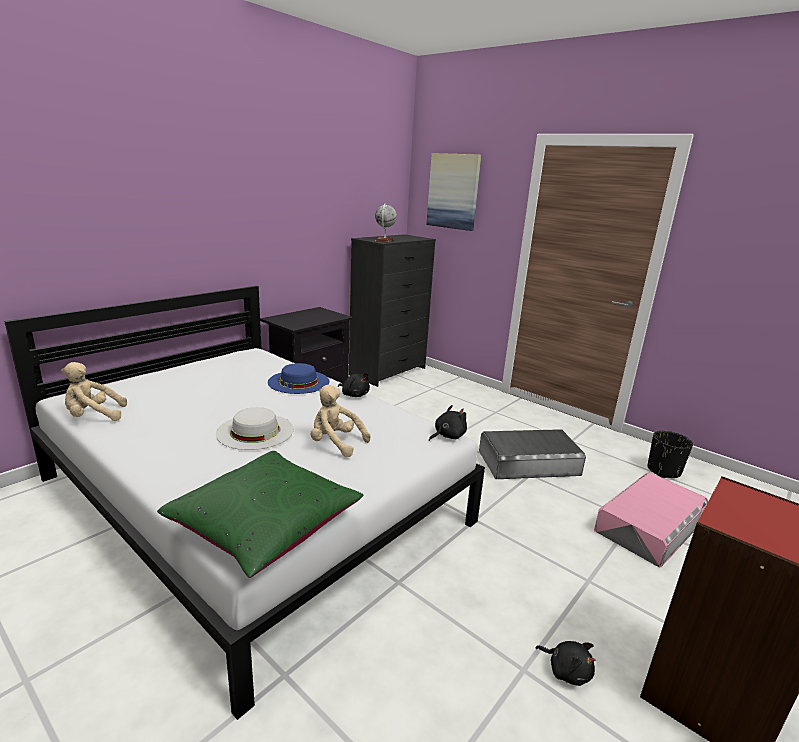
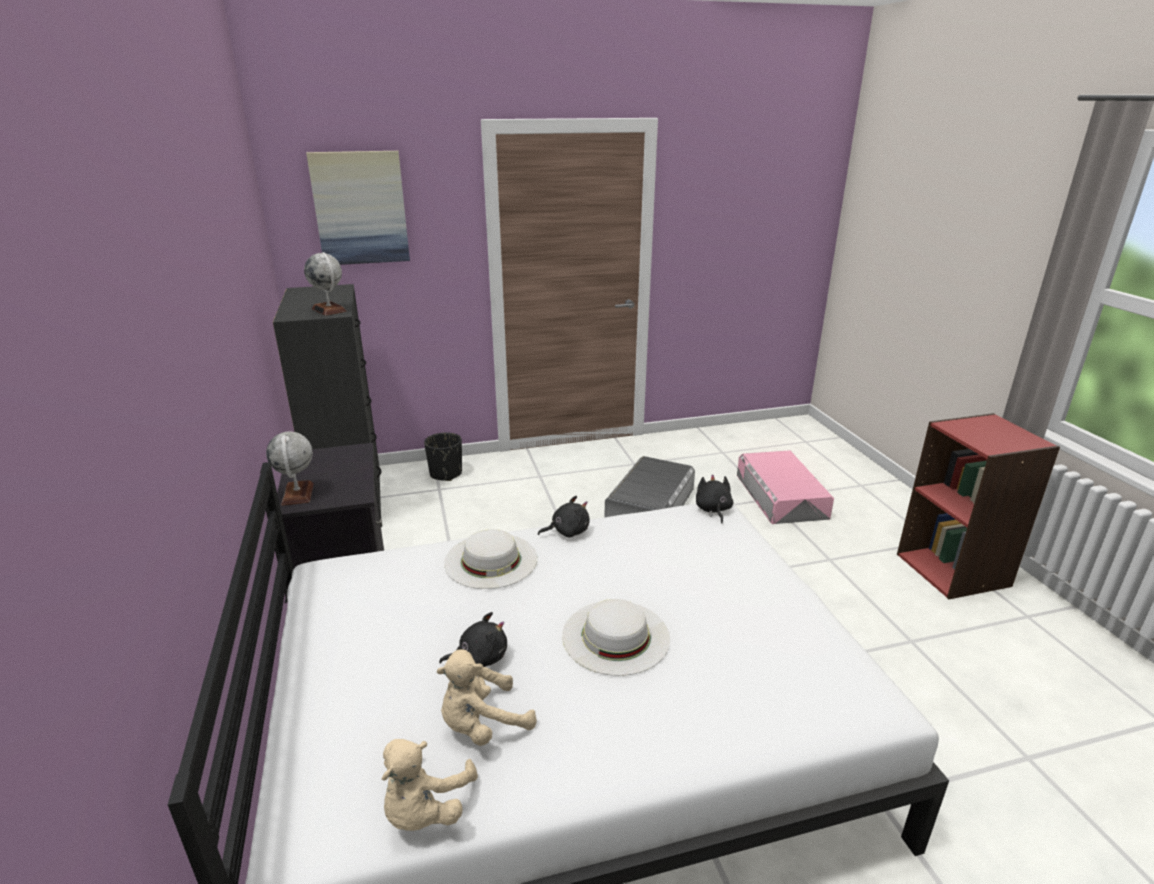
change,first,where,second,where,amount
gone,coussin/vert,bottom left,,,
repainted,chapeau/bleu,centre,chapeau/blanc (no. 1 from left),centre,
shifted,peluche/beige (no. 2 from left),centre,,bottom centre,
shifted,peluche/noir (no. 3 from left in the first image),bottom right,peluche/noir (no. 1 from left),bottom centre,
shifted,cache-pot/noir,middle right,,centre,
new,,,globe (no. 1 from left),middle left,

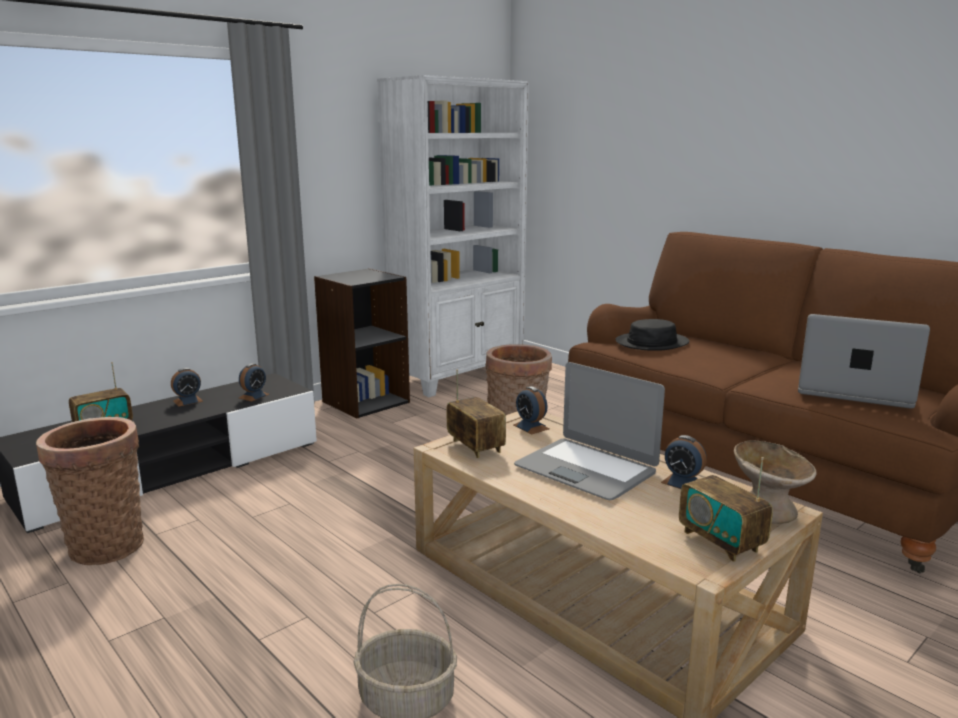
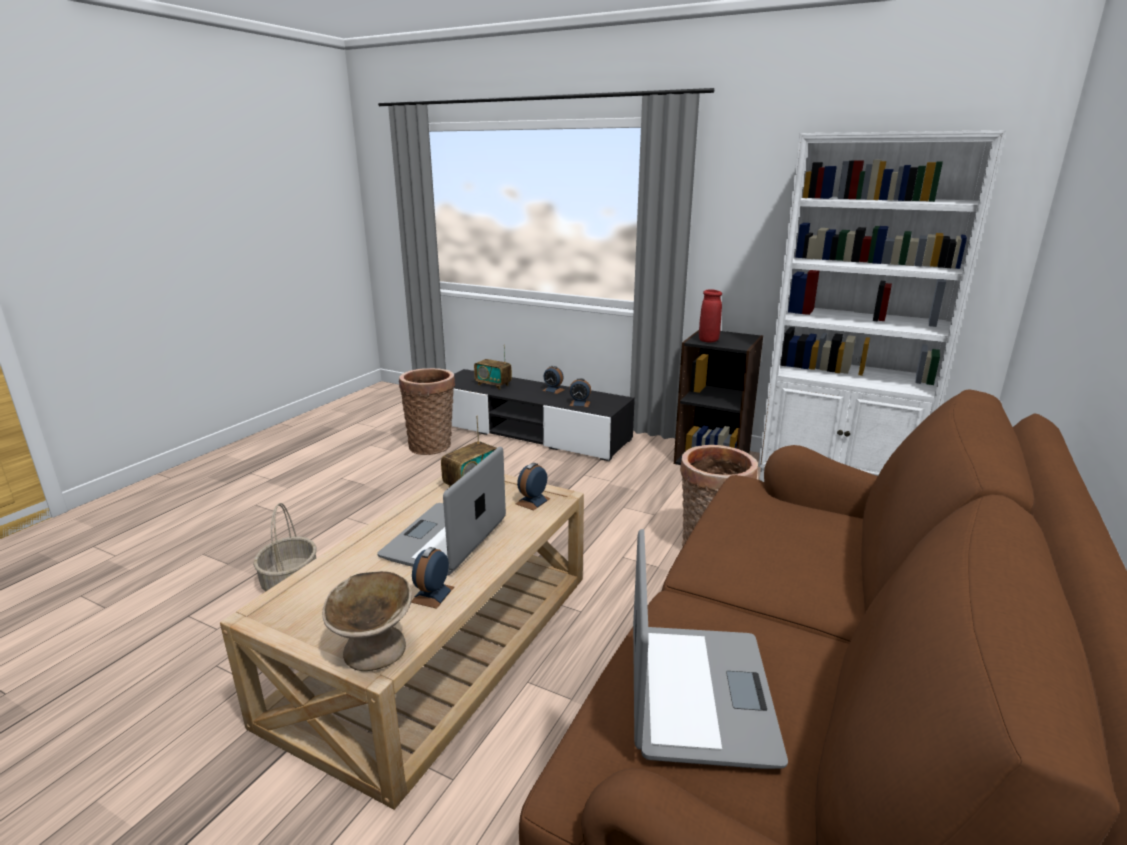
change,first,where,second,where,amount
gone,chapeau/noir,middle right,,,
gone,radio (no. 3 from left),bottom right,,,
new,,,vase/rouge,centre,

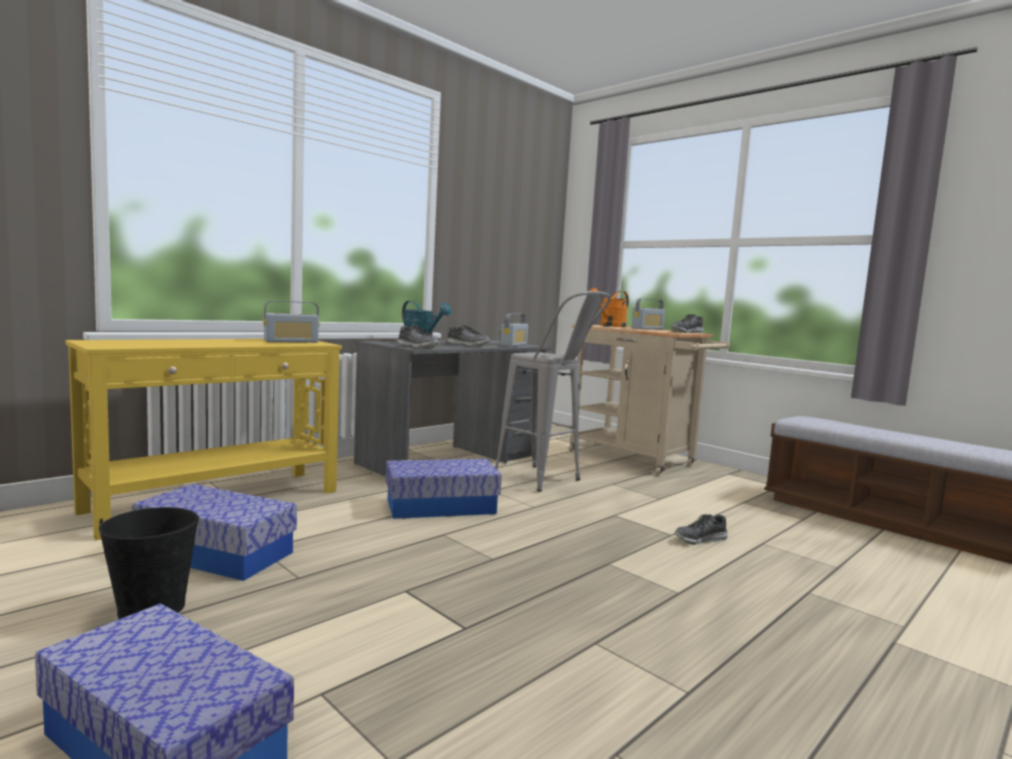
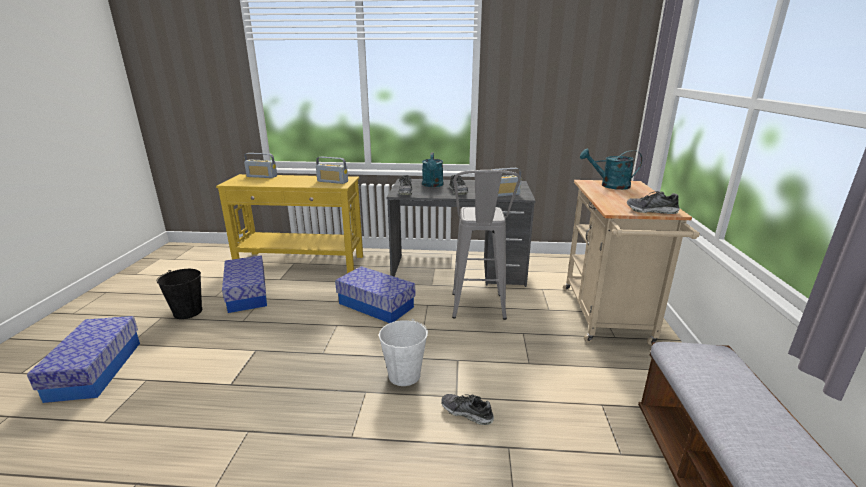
change,first,where,second,where,amount
repainted,arrosoir/orange,centre,arrosoir/turquoise (no. 2 from left),middle right,
shifted,radio (no. 3 from left in the first image),centre,radio (no. 1 from left),middle left,
new,,,seau/blanc,bottom centre,

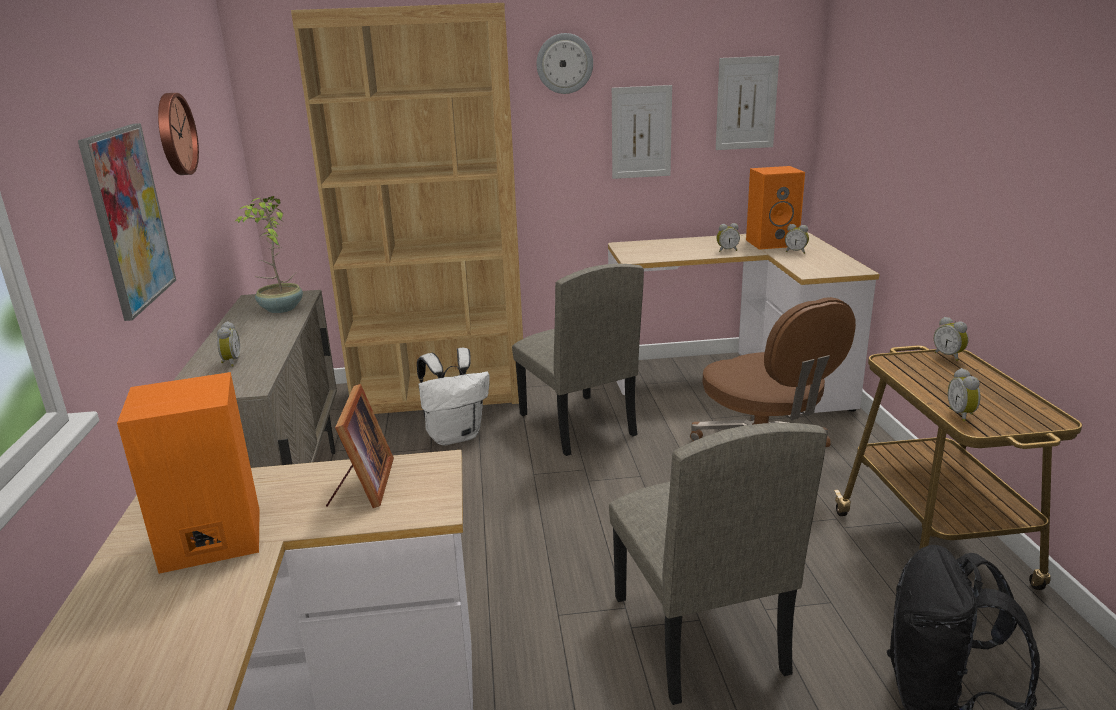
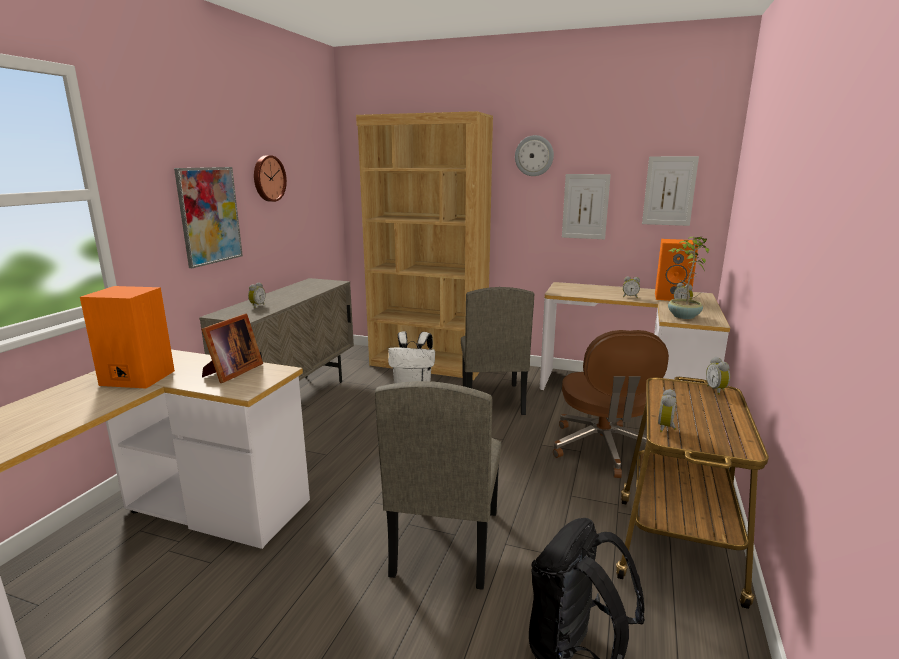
change,first,where,second,where,amount
shifted,plante en pot,middle left,,middle right,

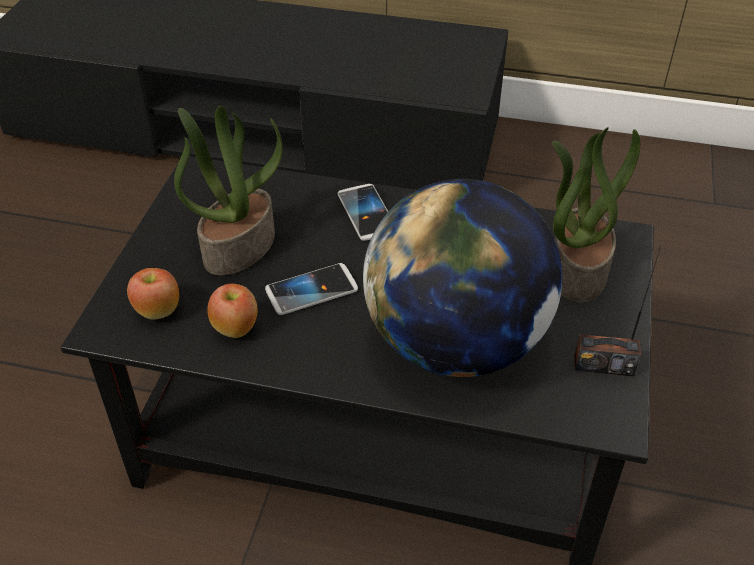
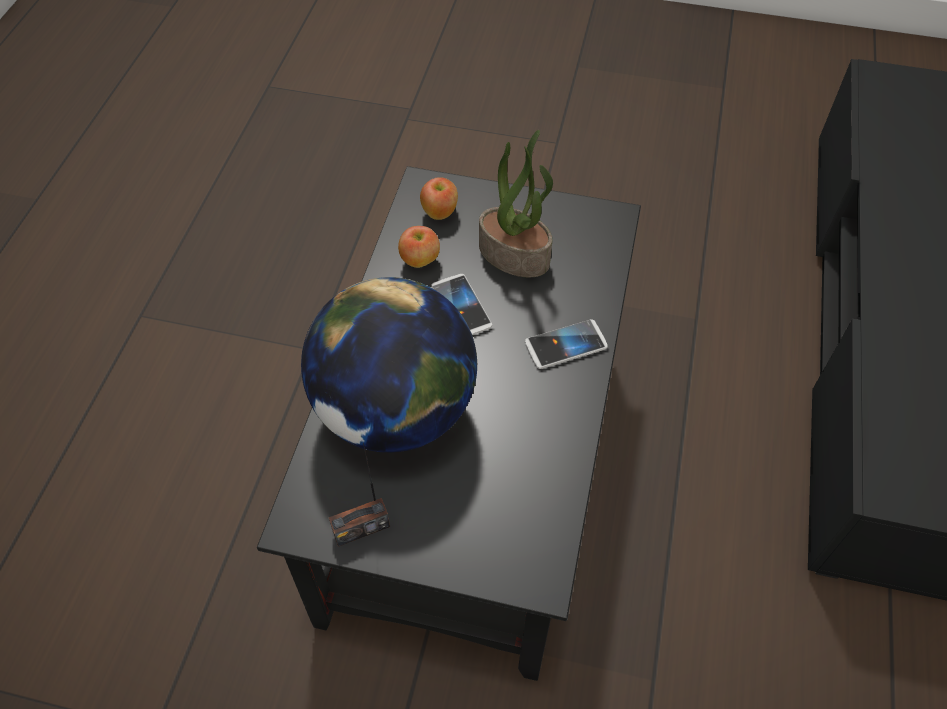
change,first,where,second,where,amount
gone,plante en pot (no. 2 from left),middle right,,,
rotated,radio,middle right,,bottom centre,120 degrees counterclockwise

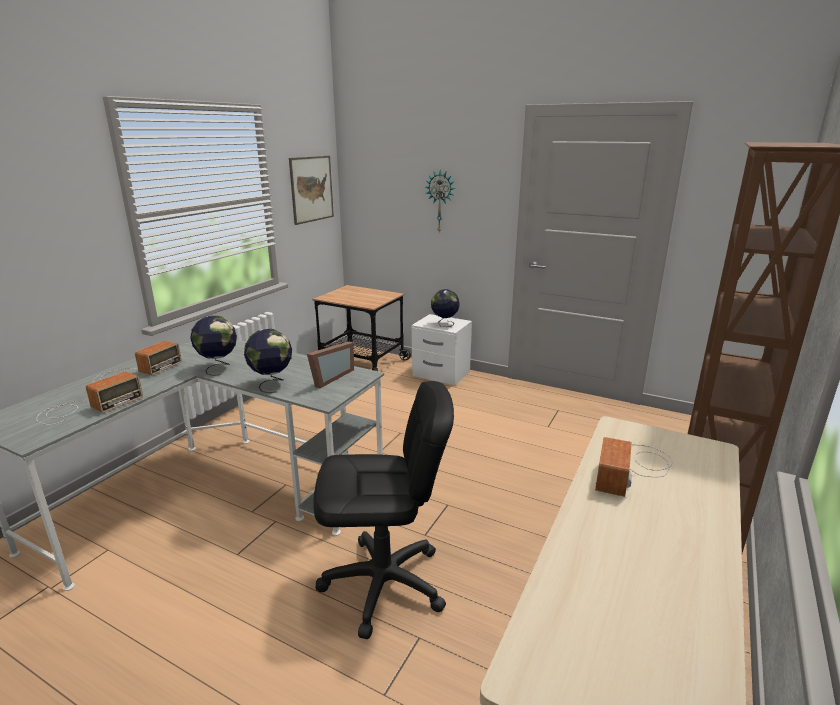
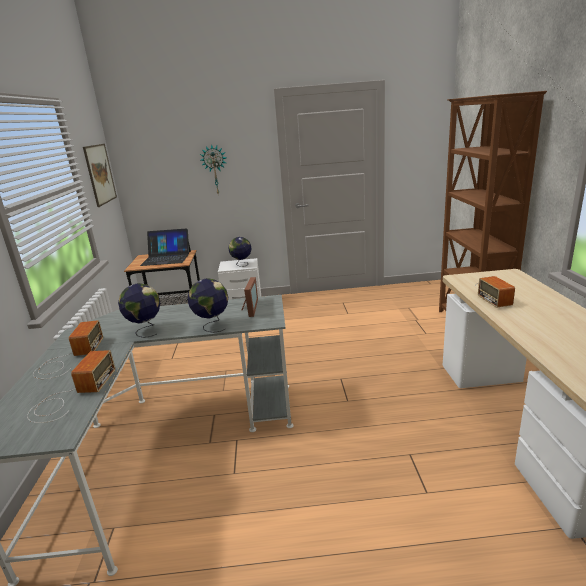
change,first,where,second,where,amount
gone,chaise de bureau/noir,bottom centre,,,
new,,,ordinateur portable,middle left,

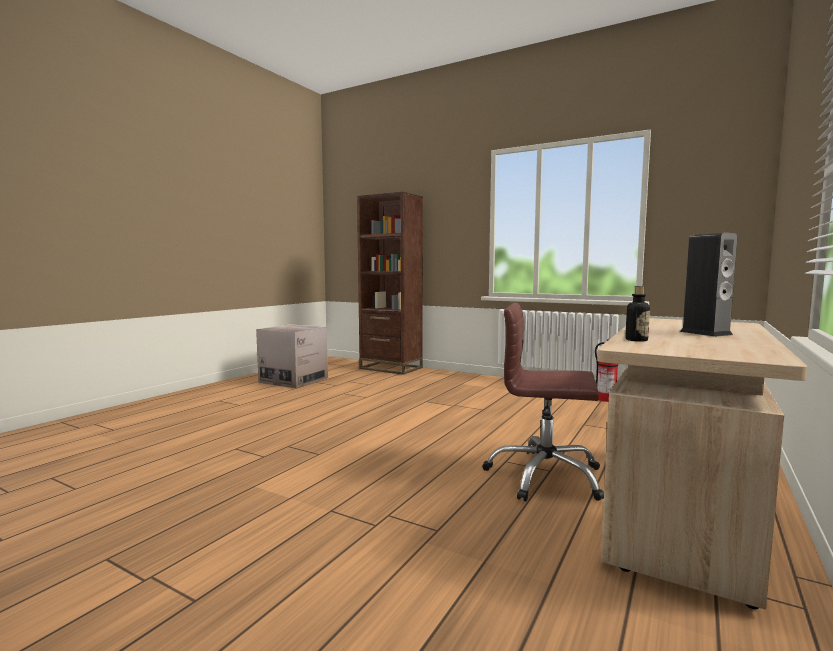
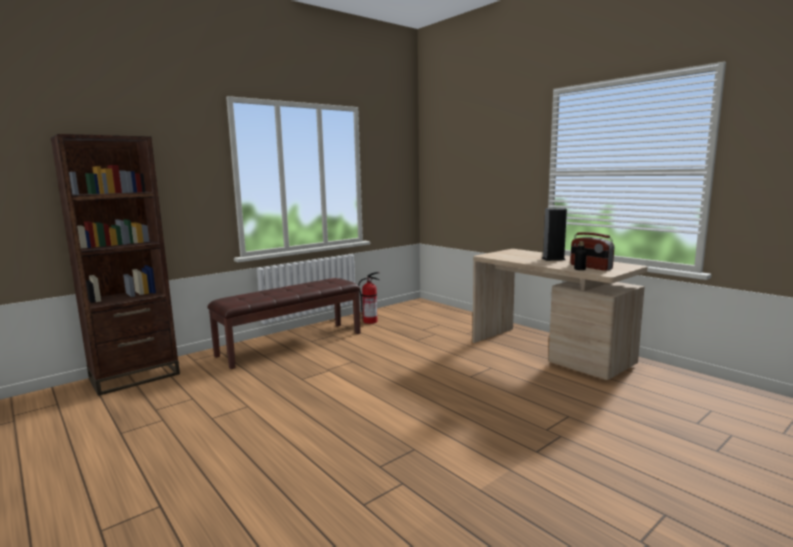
change,first,where,second,where,amount
gone,carton,centre,,,
gone,chaise de bureau/marron,centre,,,
new,,,banc/marron,centre,
new,,,radio,middle right,

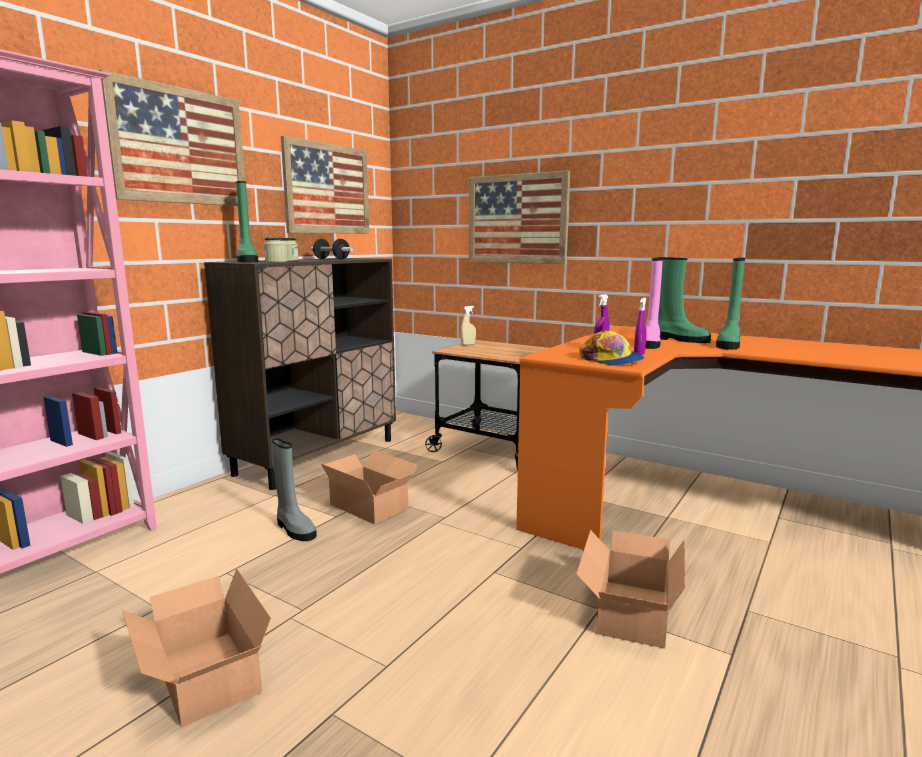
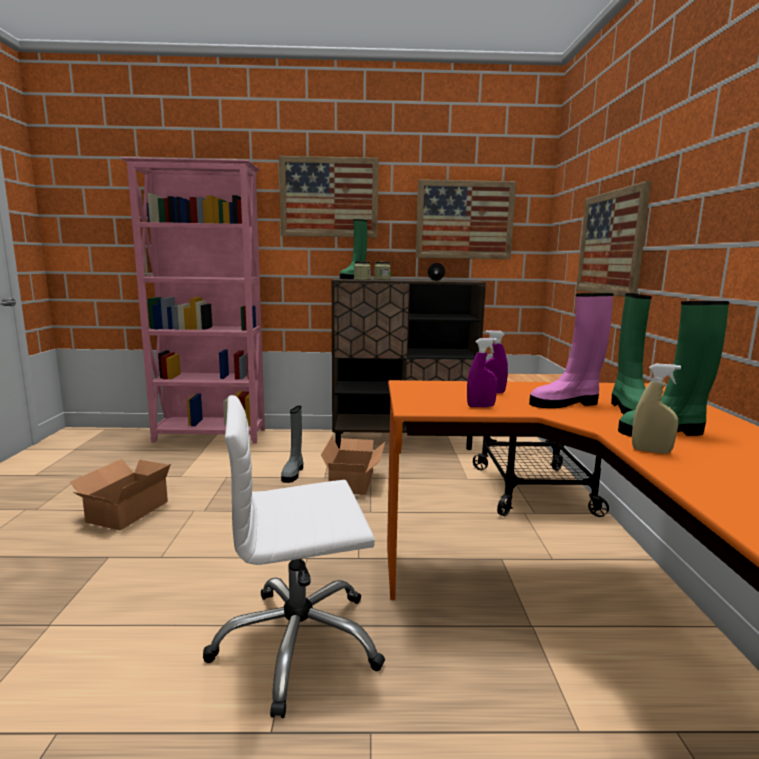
change,first,where,second,where,amount
shifted,vaporisateur/beige,centre,,middle right,
swapped,carton (no. 3 from left),bottom right,chaise de bureau/blanc,bottom centre,
gone,casquette,centre,,,

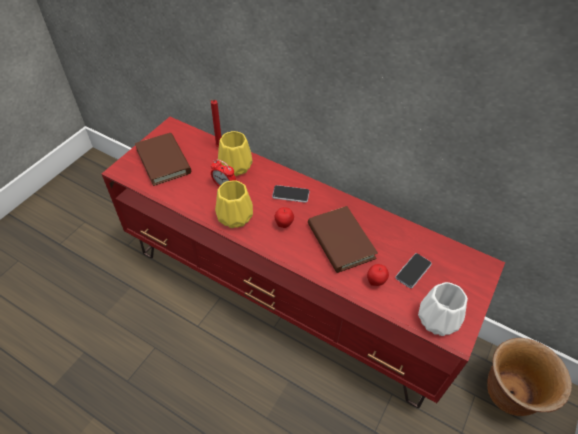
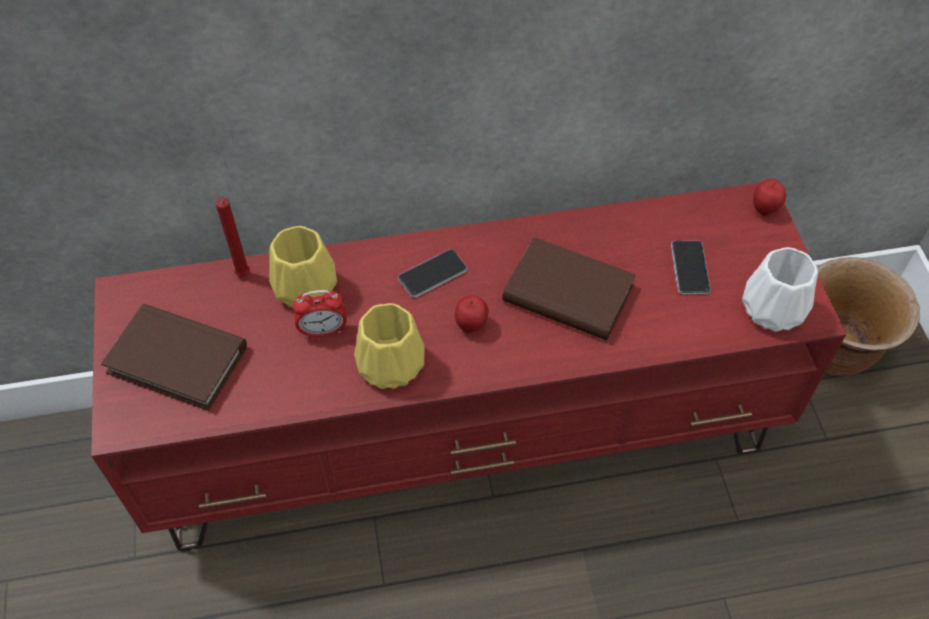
change,first,where,second,where,amount
shifted,pomme (no. 2 from left),centre,,top right,

